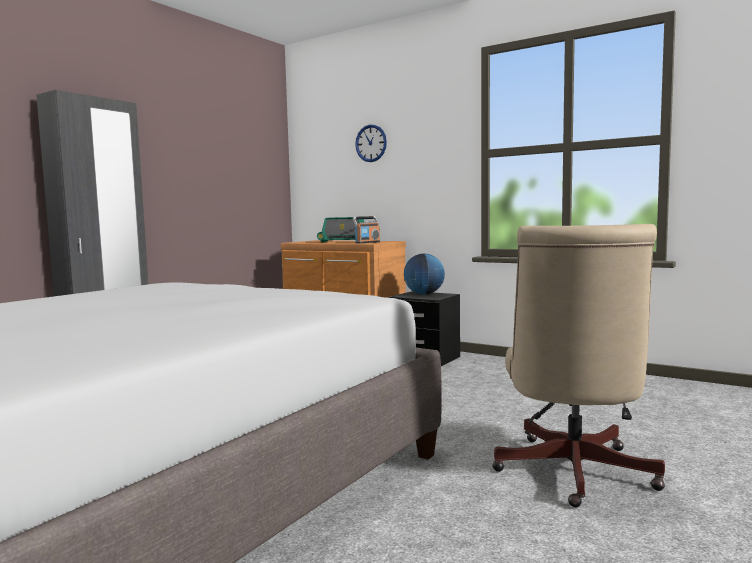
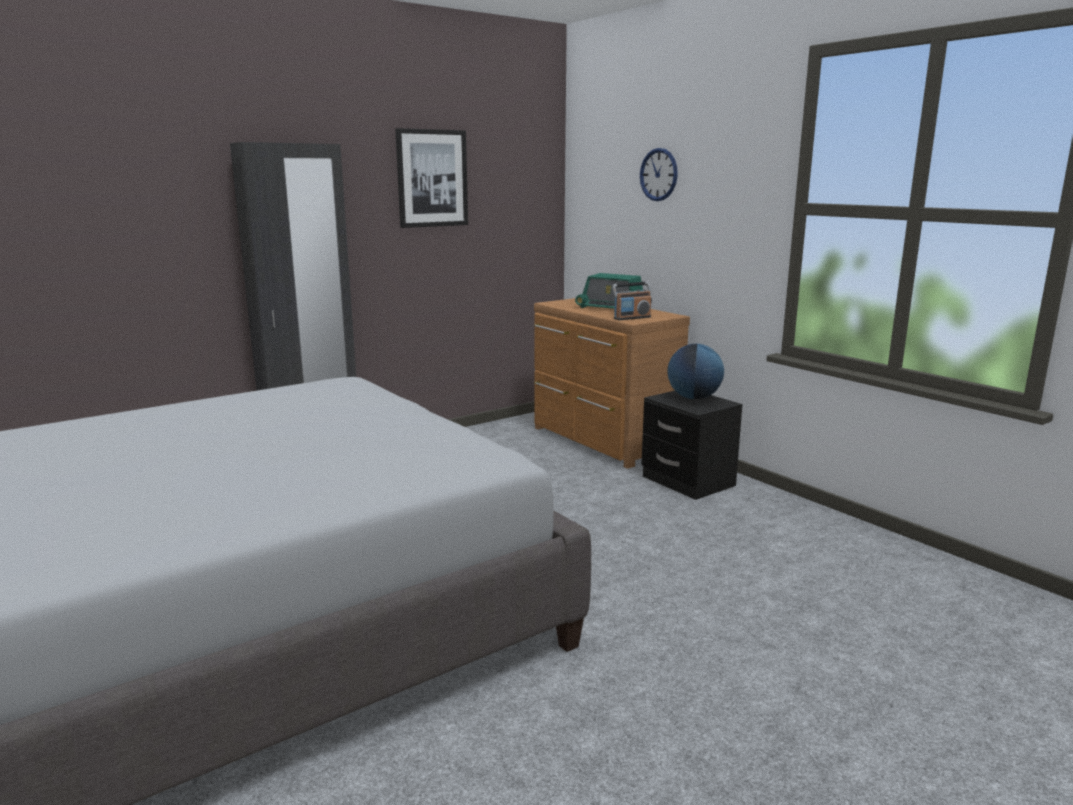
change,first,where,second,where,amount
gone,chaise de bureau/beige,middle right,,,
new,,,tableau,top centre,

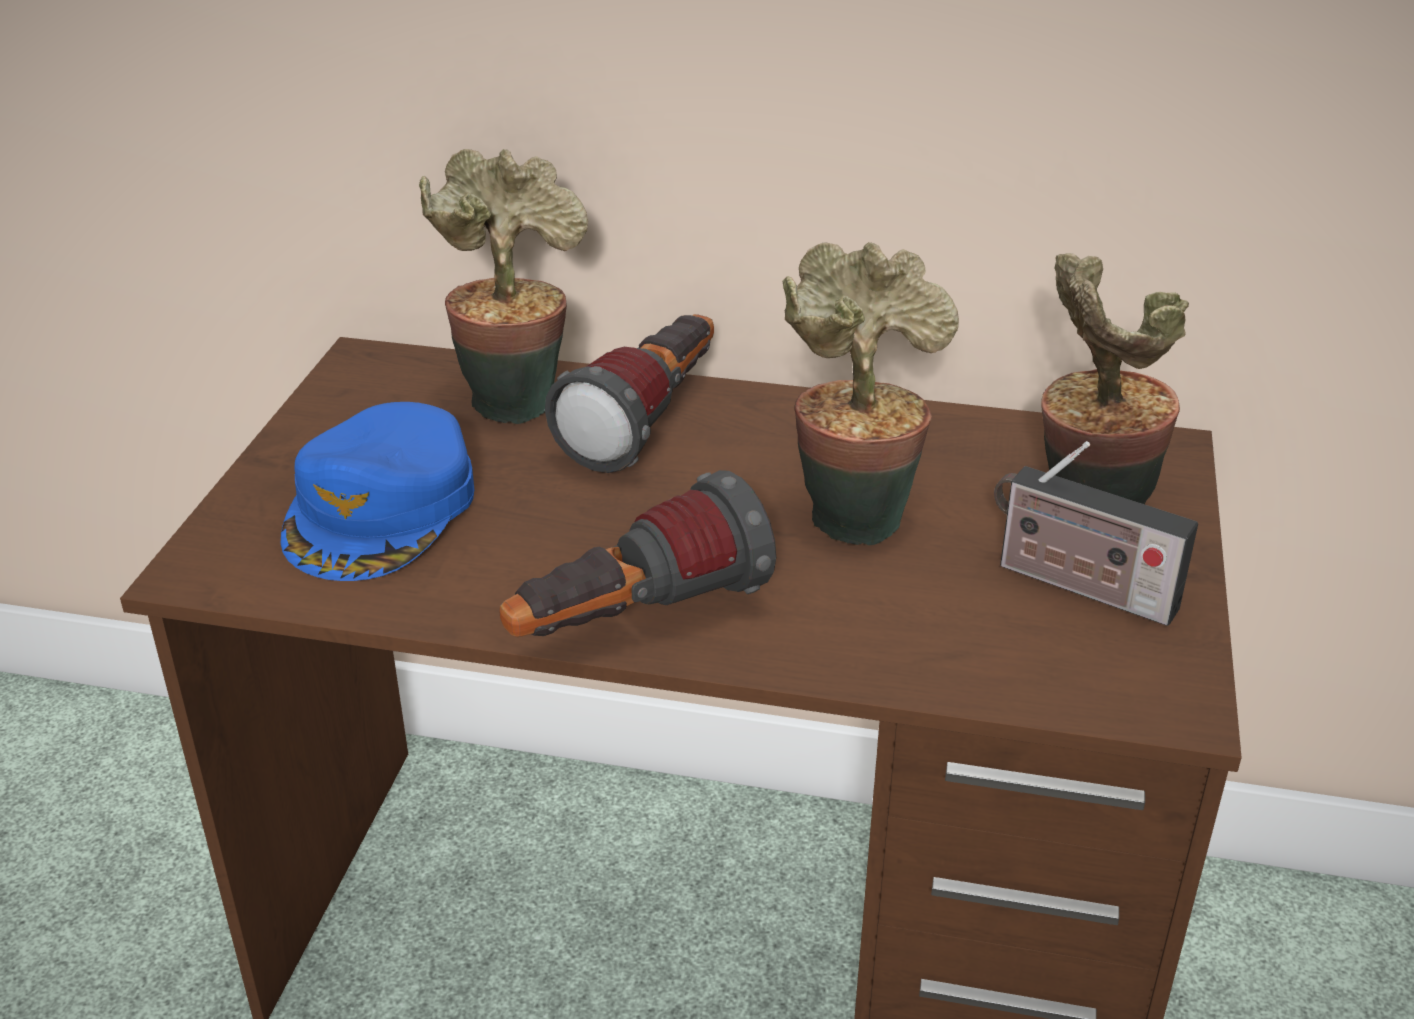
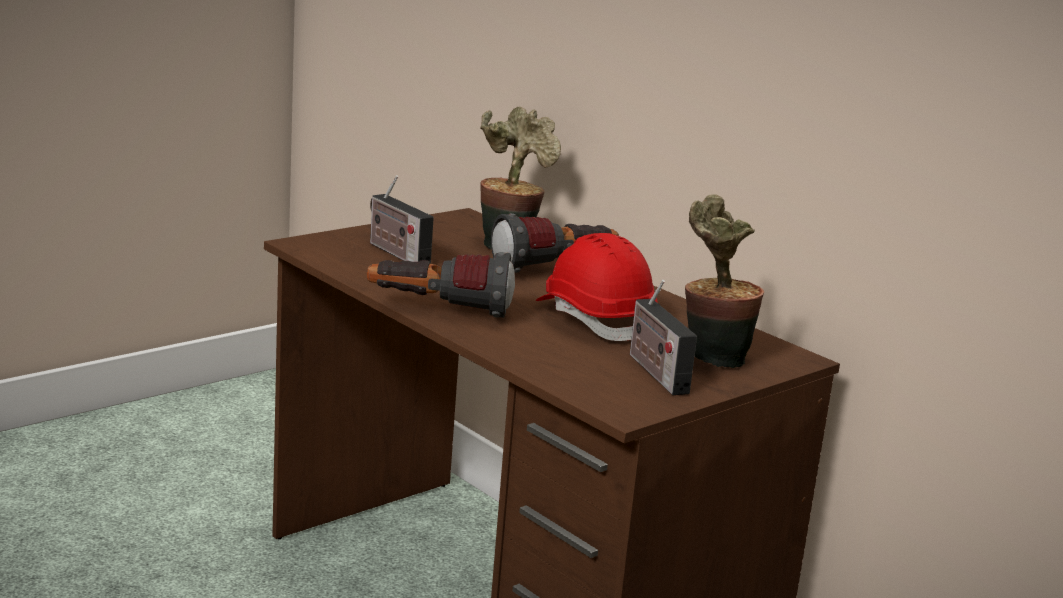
change,first,where,second,where,amount
swapped,casquette/bleu,middle left,radio (no. 1 from left),centre,
swapped,plante en pot (no. 2 from left),centre,casque de chantier/rouge,centre,

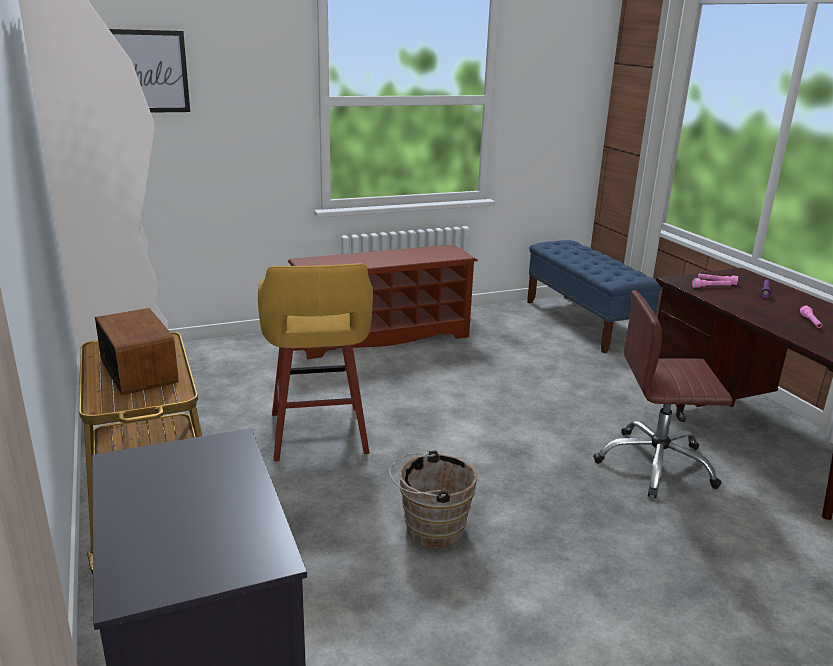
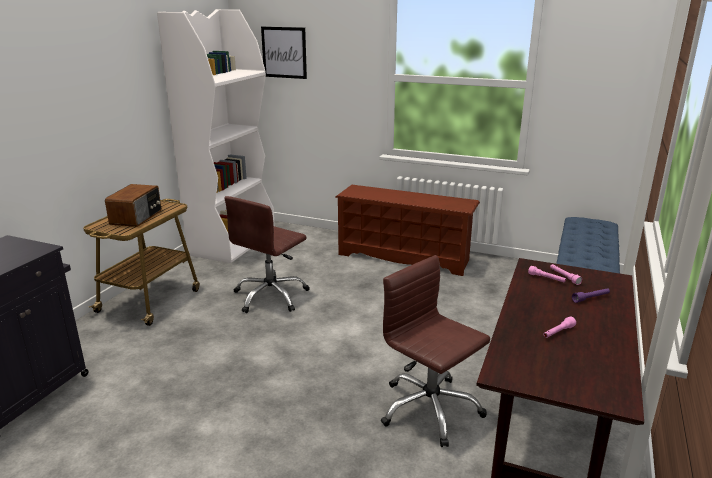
change,first,where,second,where,amount
swapped,tabouret/jaune,centre,chaise de bureau/marron (no. 1 from left),centre,
gone,seau/marron,bottom centre,,,

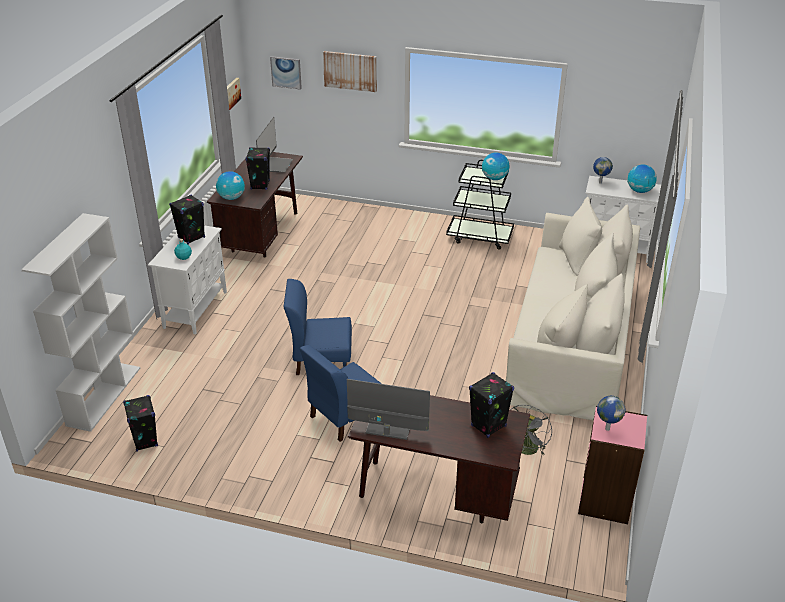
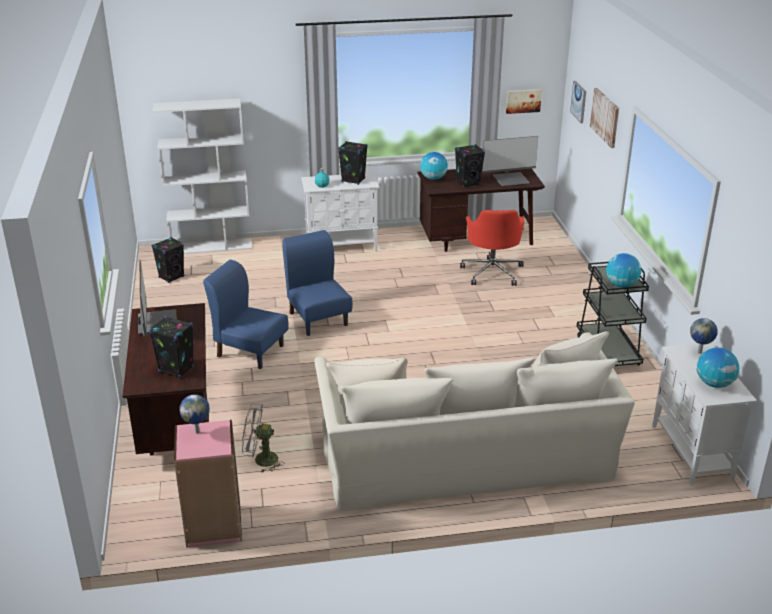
change,first,where,second,where,amount
new,,,chaise de bureau/rouge,centre,

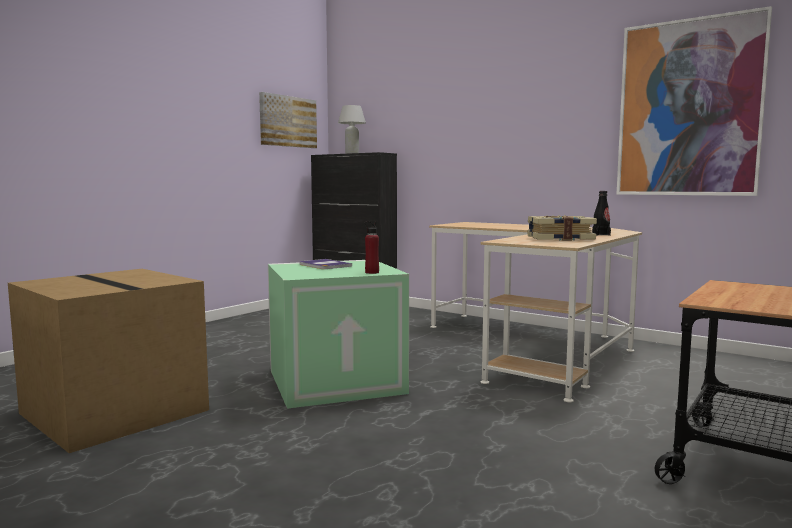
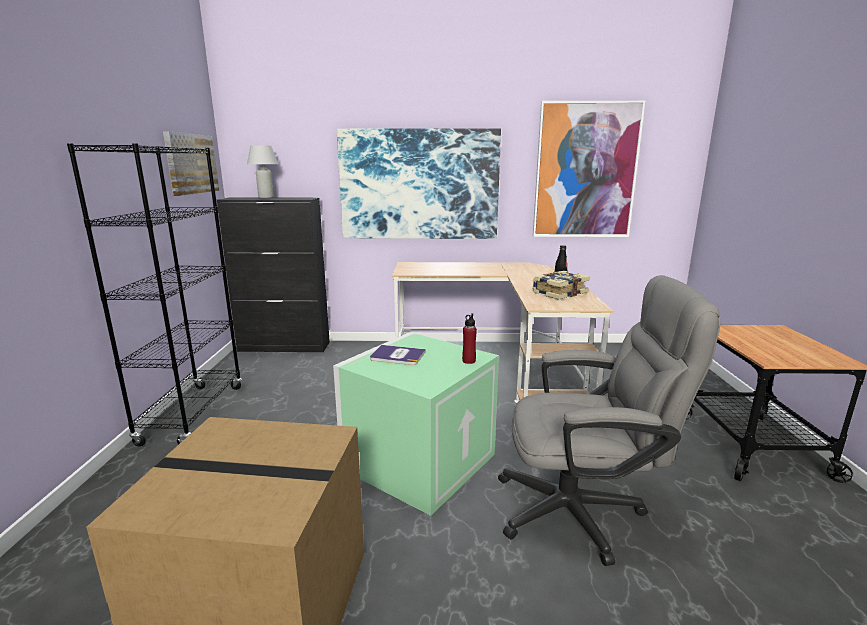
change,first,where,second,where,amount
new,,,bibliothèque/noir,middle left,
new,,,tableau (no. 2 from left),top centre,
new,,,chaise de bureau/gris,bottom right,

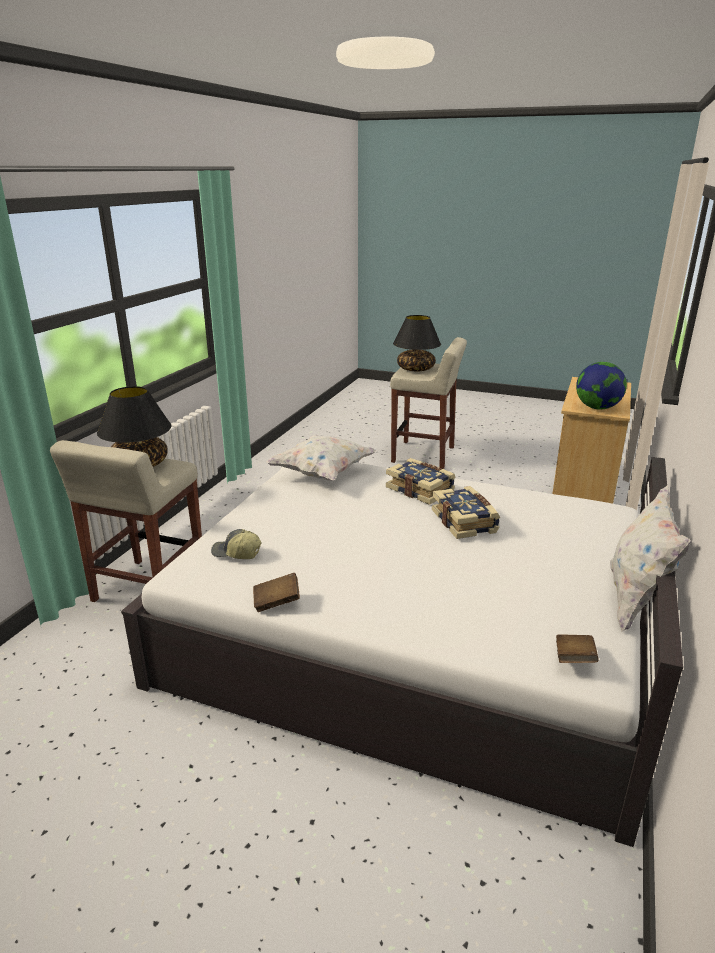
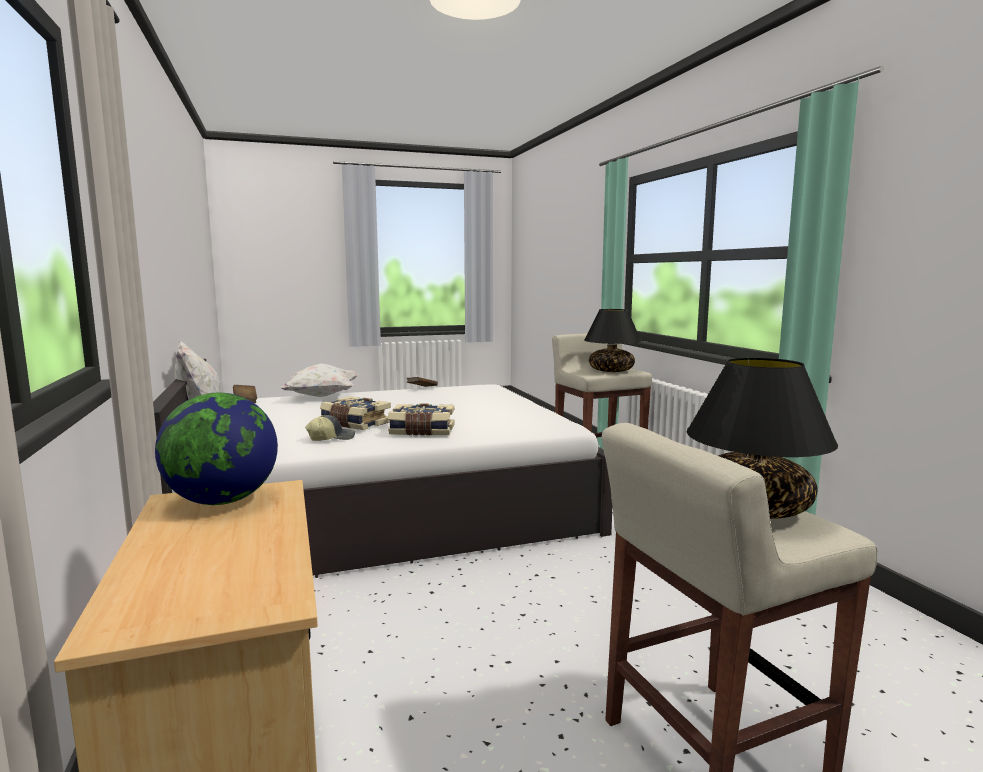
change,first,where,second,where,amount
shifted,casquette,middle left,,centre,
shifted,coussin/blanc (no. 1 from left in the first image),centre,coussin/blanc (no. 2 from left),middle left,

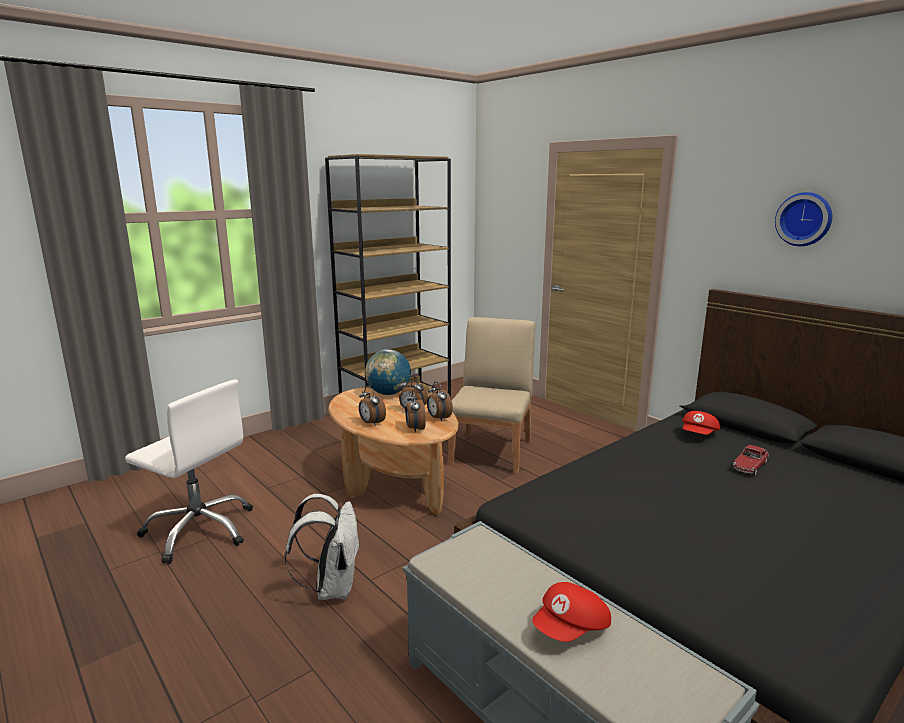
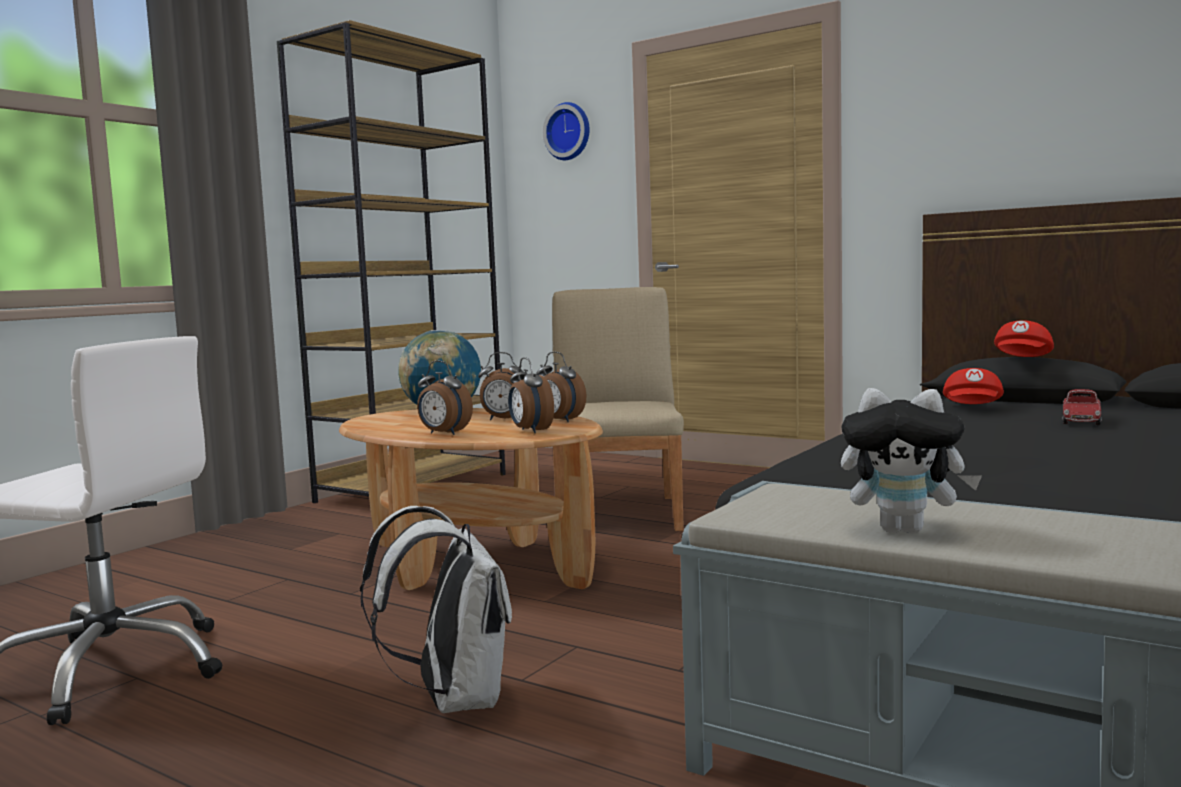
change,first,where,second,where,amount
shifted,casquette/rouge (no. 1 from left in the first image),bottom centre,casquette/rouge (no. 2 from left),middle right,
shifted,horloge murale,top right,,top centre,
new,,,peluche,middle right,

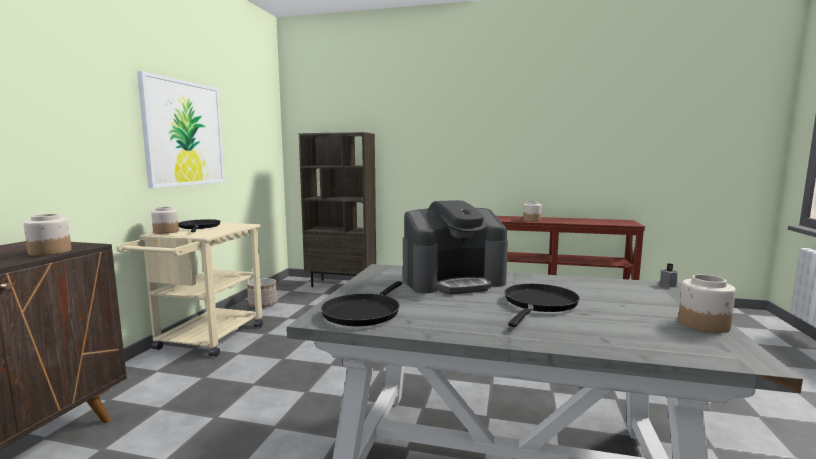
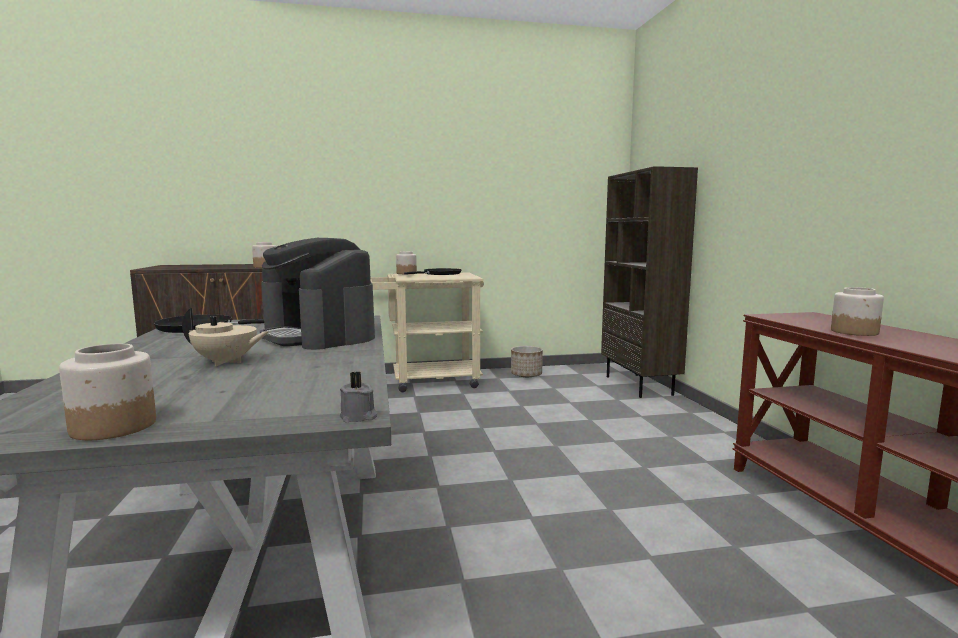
change,first,where,second,where,amount
gone,tableau,top left,,,
swapped,poêle/noir (no. 3 from left),centre,théière/beige,middle left,

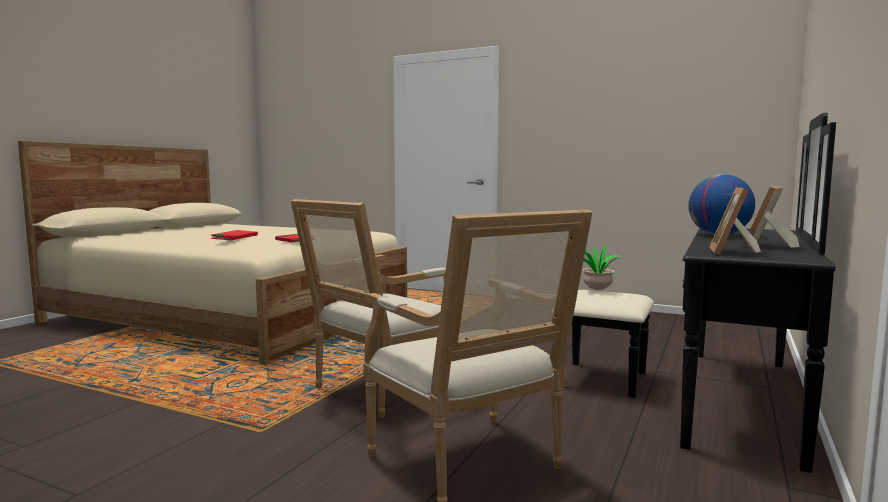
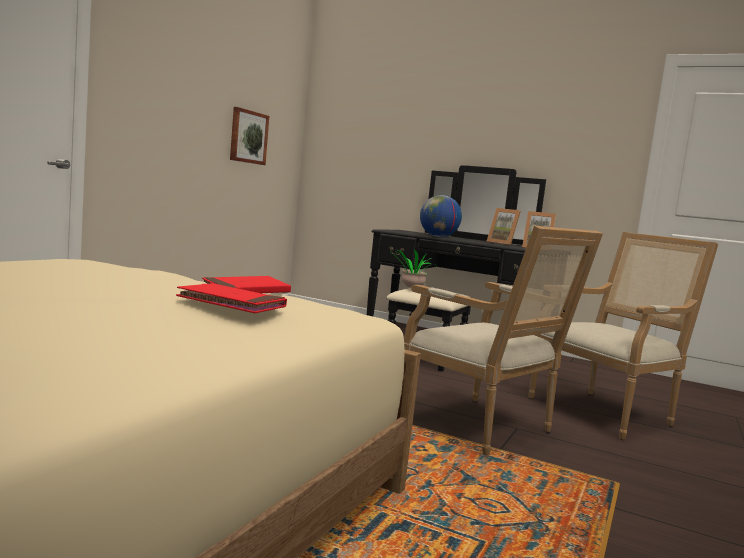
change,first,where,second,where,amount
new,,,tableau,top centre,

